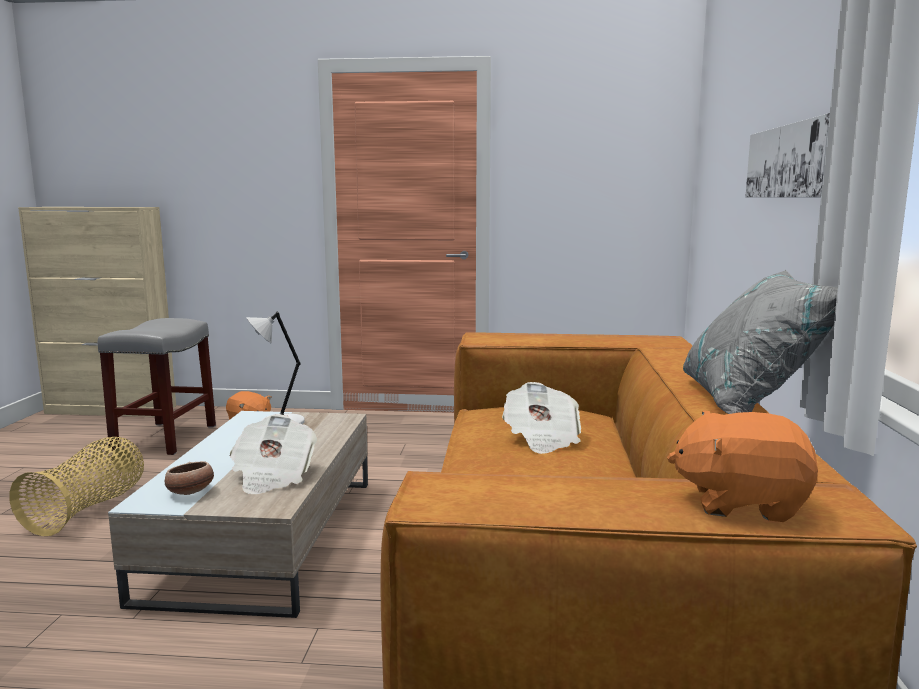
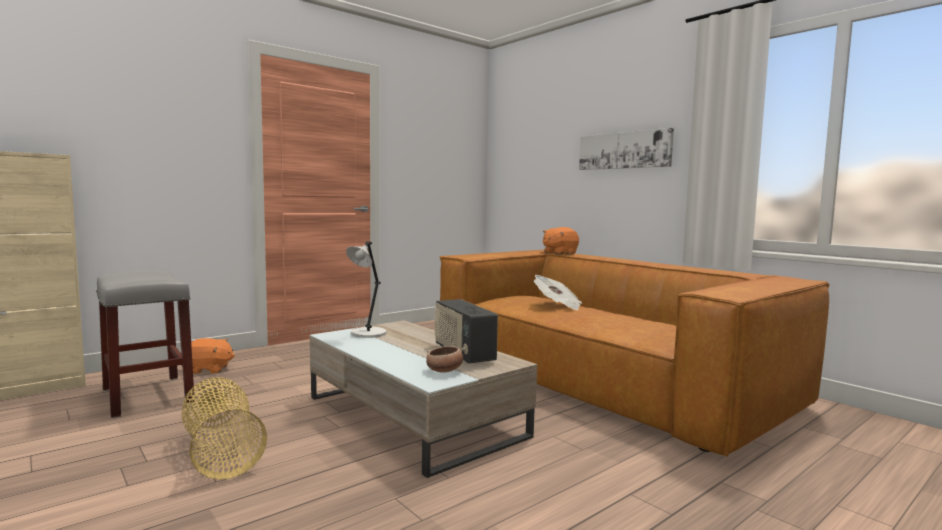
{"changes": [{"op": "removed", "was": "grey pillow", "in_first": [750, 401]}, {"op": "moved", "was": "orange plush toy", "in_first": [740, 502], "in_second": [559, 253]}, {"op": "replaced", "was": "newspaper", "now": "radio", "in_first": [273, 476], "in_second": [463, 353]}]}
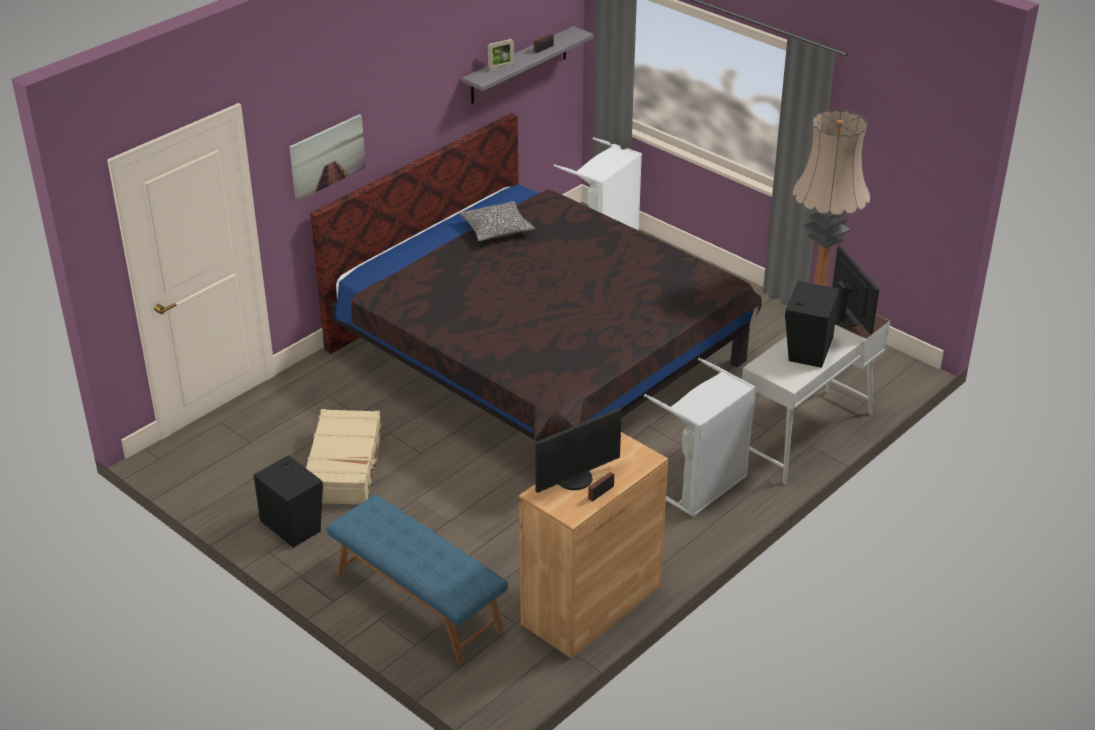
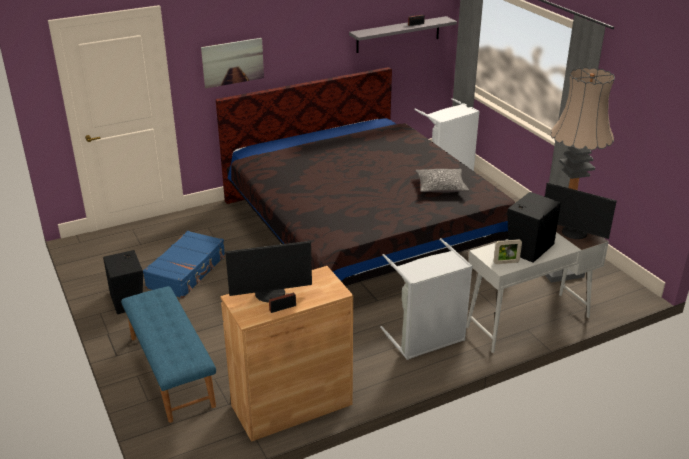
{"changes": [{"op": "moved", "was": "picture frame", "in_first": [501, 67], "in_second": [506, 262]}, {"op": "moved", "was": "pillow", "in_first": [497, 229], "in_second": [441, 187]}, {"op": "turned", "was": "monitor", "in_first": [848, 318], "in_second": [574, 233], "clockwise": 120}, {"op": "recoloured", "was": "beige suitcase", "now": "blue suitcase", "in_first": [345, 467], "in_second": [187, 272]}]}
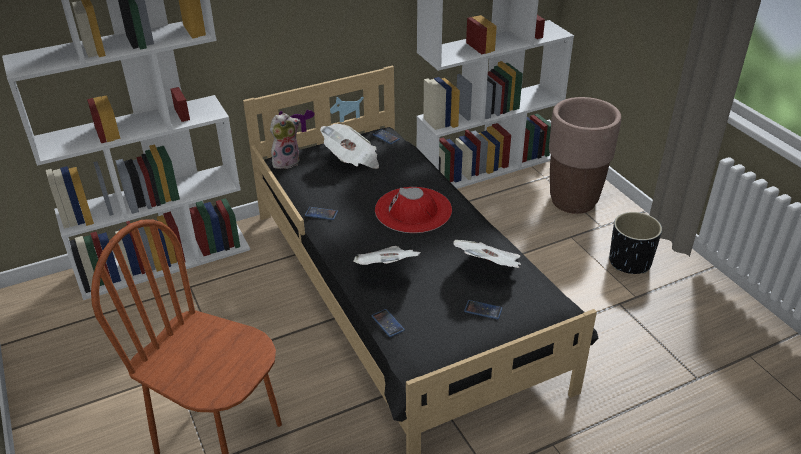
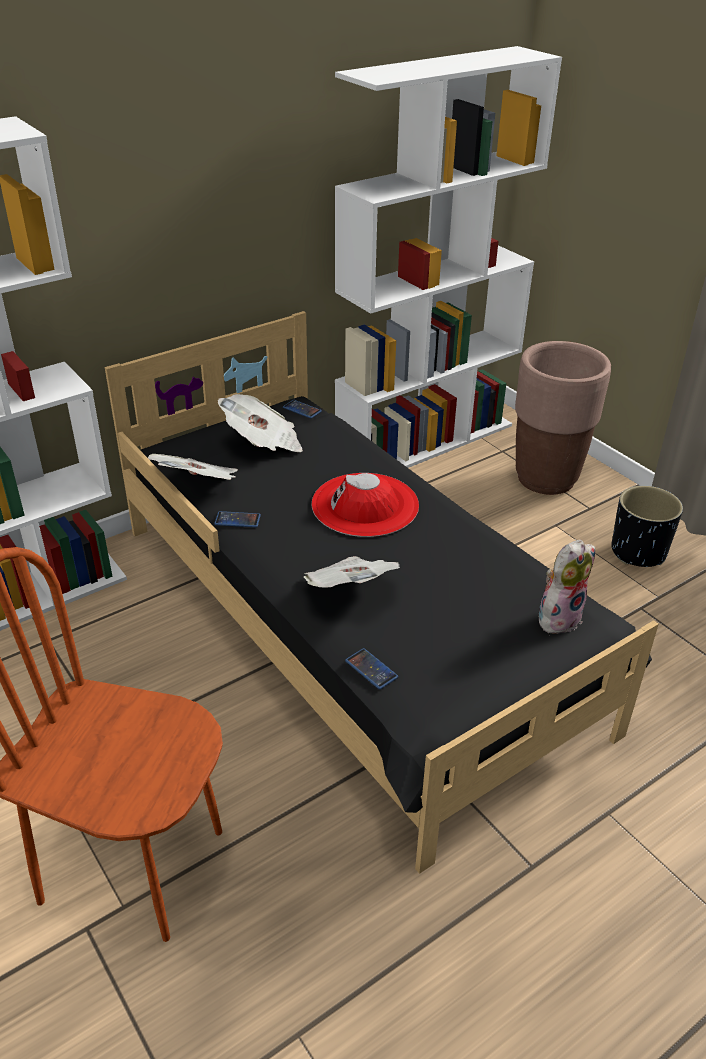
{"changes": [{"op": "moved", "was": "plush toy", "in_first": [286, 162], "in_second": [558, 617]}, {"op": "moved", "was": "newspaper", "in_first": [489, 267], "in_second": [199, 486]}, {"op": "removed", "was": "phone", "in_first": [483, 310]}]}
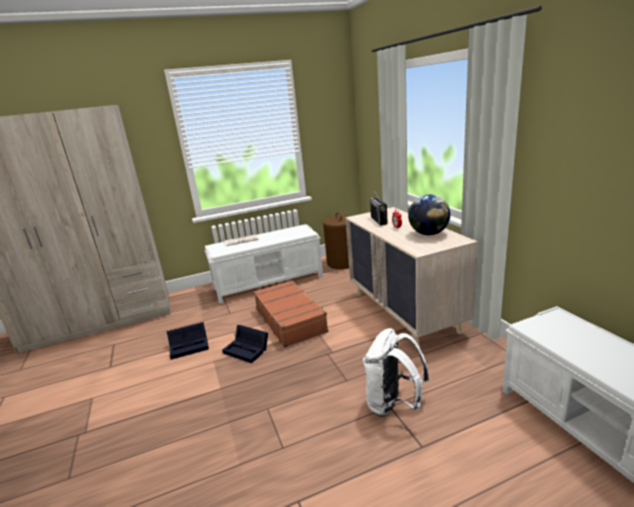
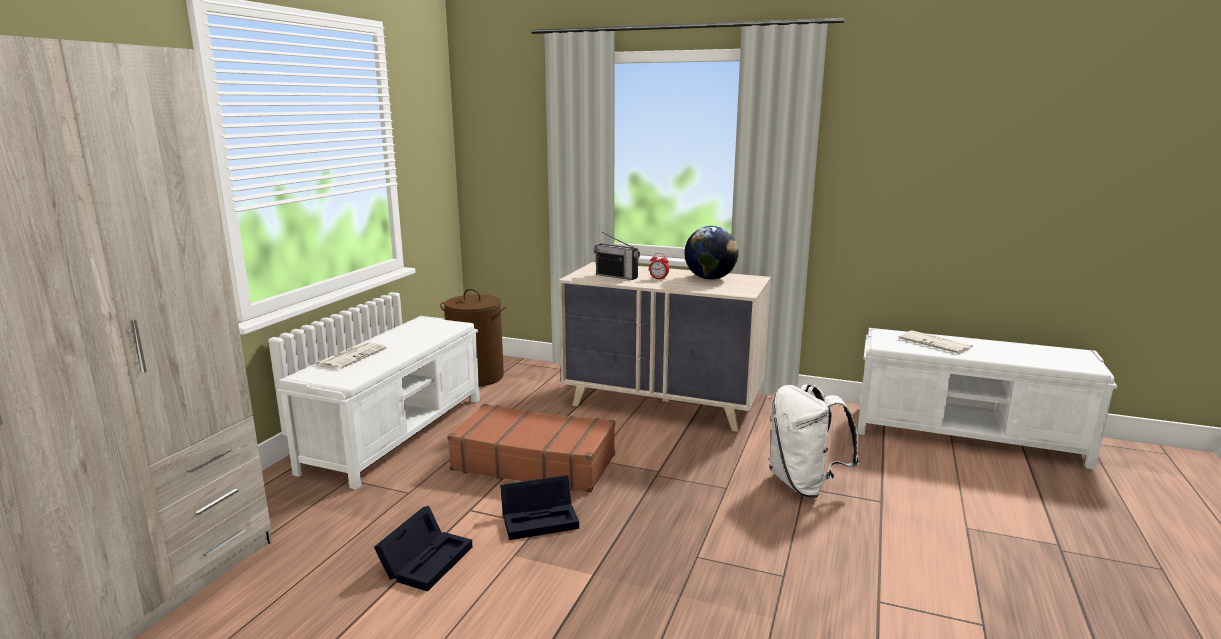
{"changes": [{"op": "added", "now": "newspaper", "in_second": [936, 343]}]}
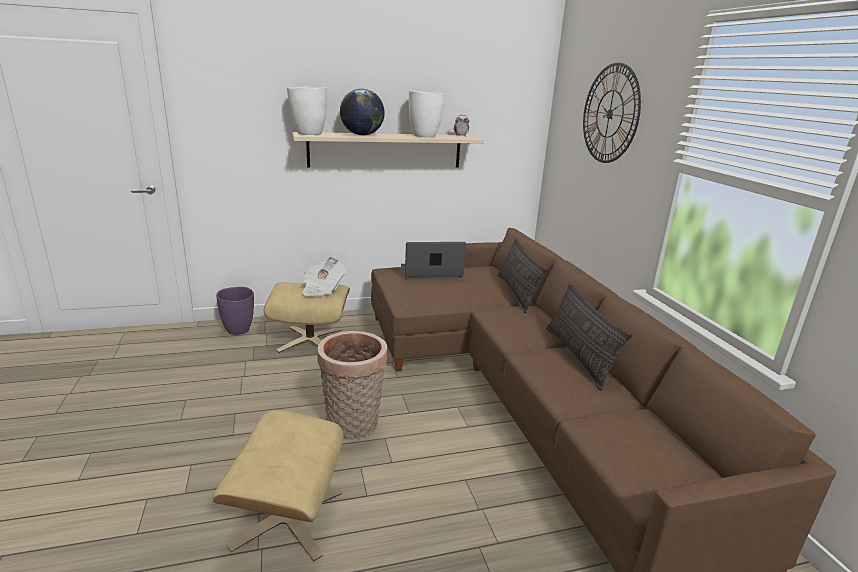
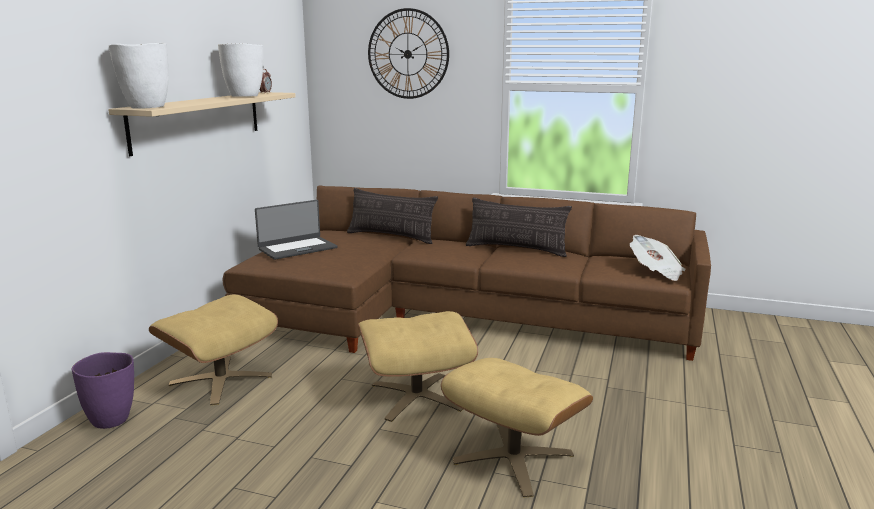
{"changes": [{"op": "removed", "was": "globe", "in_first": [362, 135]}, {"op": "turned", "was": "laptop", "in_first": [431, 272], "in_second": [297, 248], "clockwise": -150}, {"op": "moved", "was": "newspaper", "in_first": [322, 288], "in_second": [656, 272]}, {"op": "replaced", "was": "basket", "now": "beige ottoman", "in_first": [353, 426], "in_second": [416, 396]}]}
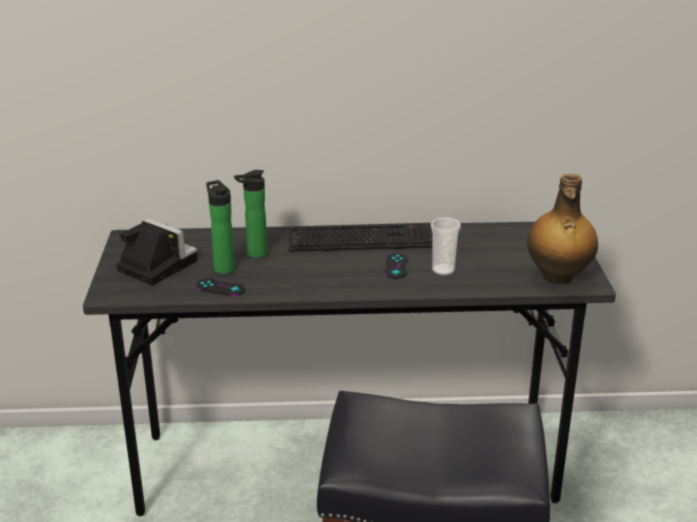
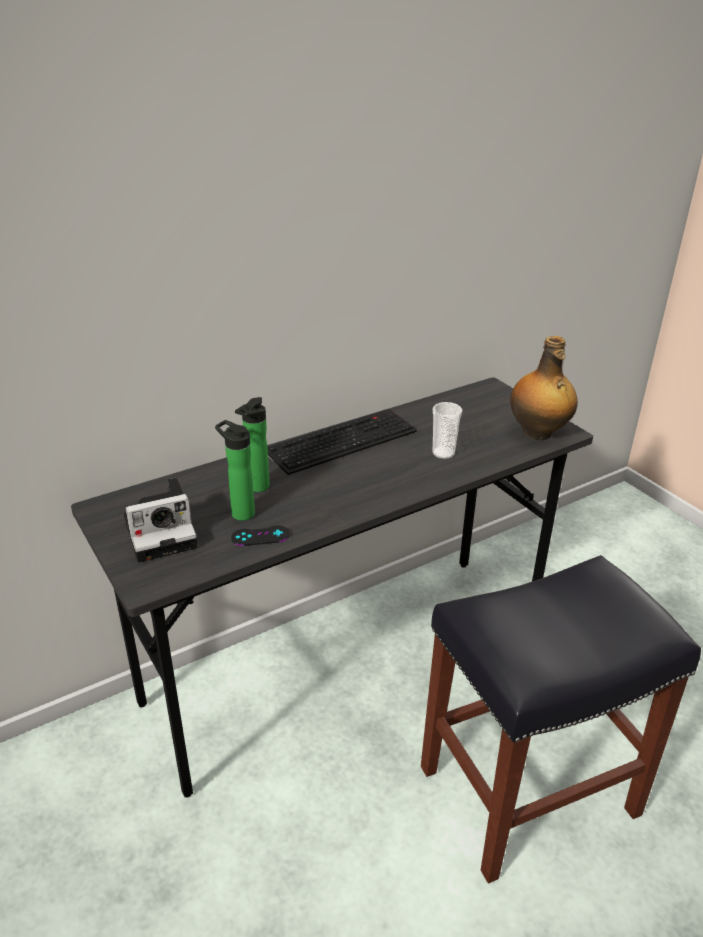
{"changes": [{"op": "turned", "was": "photo camera", "in_first": [154, 265], "in_second": [163, 532], "clockwise": 150}, {"op": "removed", "was": "black game controller", "in_first": [396, 266]}]}
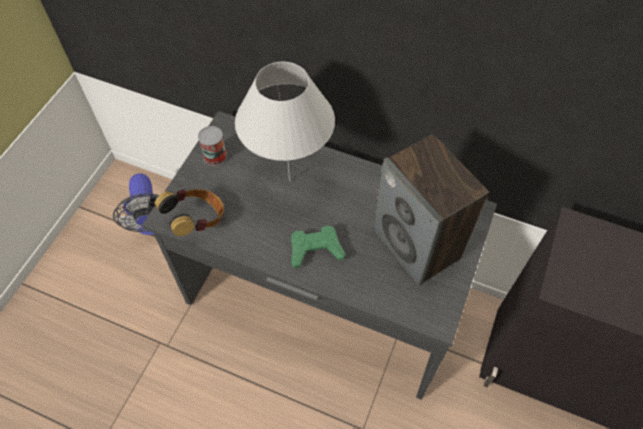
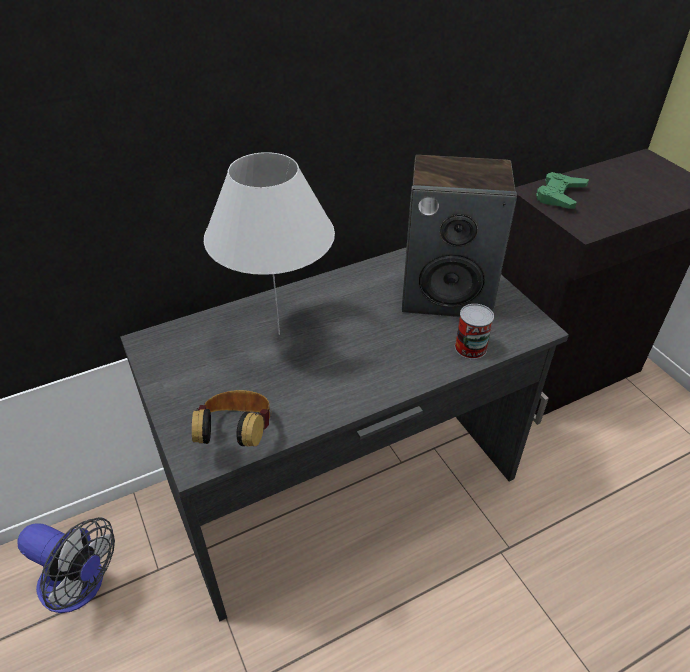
{"changes": [{"op": "moved", "was": "can", "in_first": [215, 156], "in_second": [470, 348]}, {"op": "moved", "was": "green game controller", "in_first": [315, 249], "in_second": [559, 195]}]}
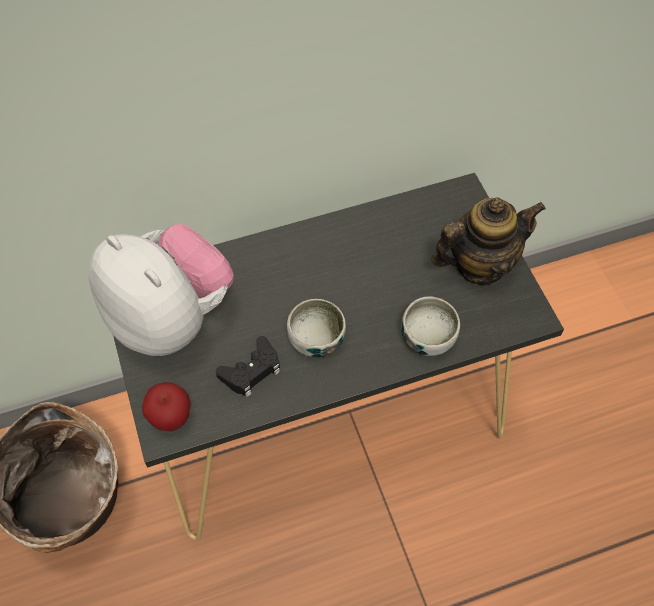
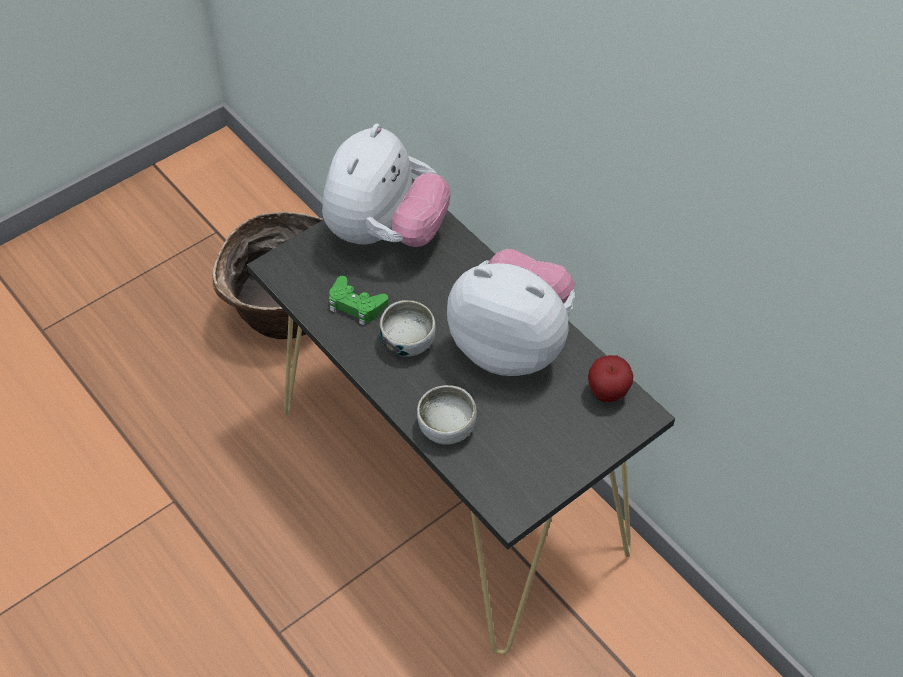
{"changes": [{"op": "removed", "was": "teapot", "in_first": [479, 264]}, {"op": "recoloured", "was": "black game controller", "now": "green game controller", "in_first": [251, 371], "in_second": [356, 305]}, {"op": "moved", "was": "apple", "in_first": [171, 418], "in_second": [607, 393]}, {"op": "added", "now": "plush toy", "in_second": [512, 344]}]}
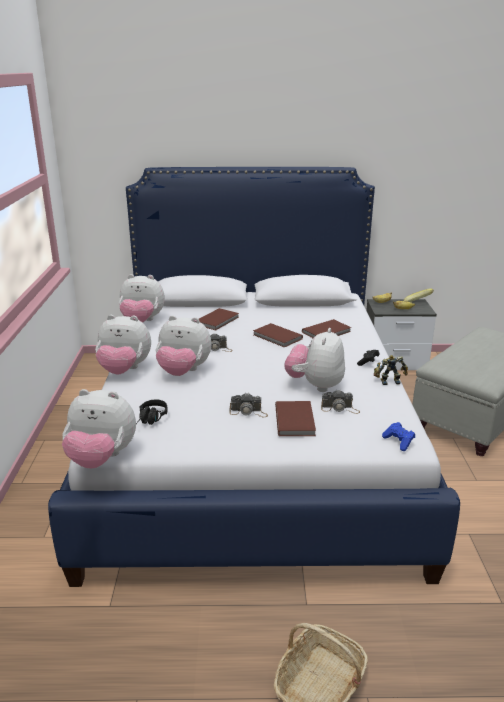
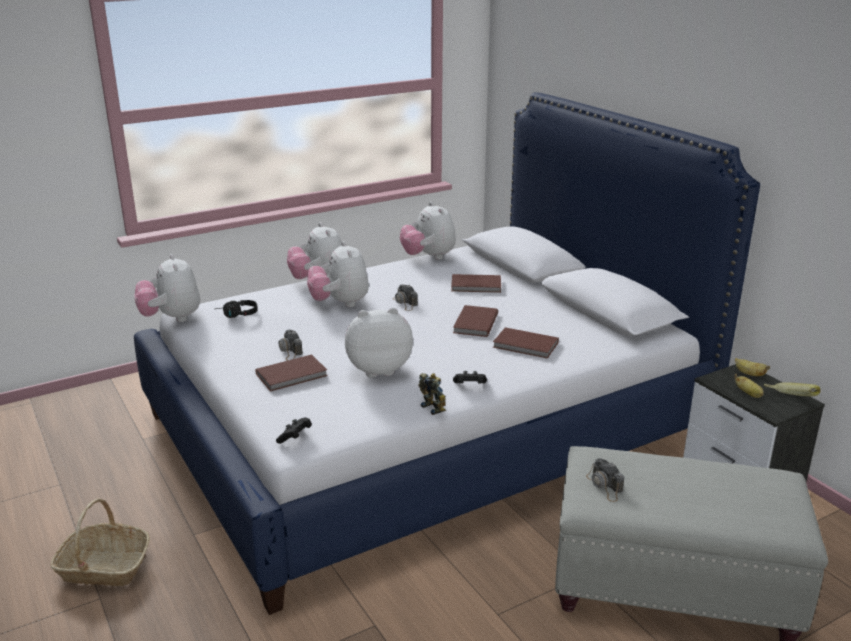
{"changes": [{"op": "moved", "was": "photo camera", "in_first": [340, 408], "in_second": [605, 486]}, {"op": "recoloured", "was": "blue game controller", "now": "black game controller", "in_first": [399, 442], "in_second": [295, 437]}]}
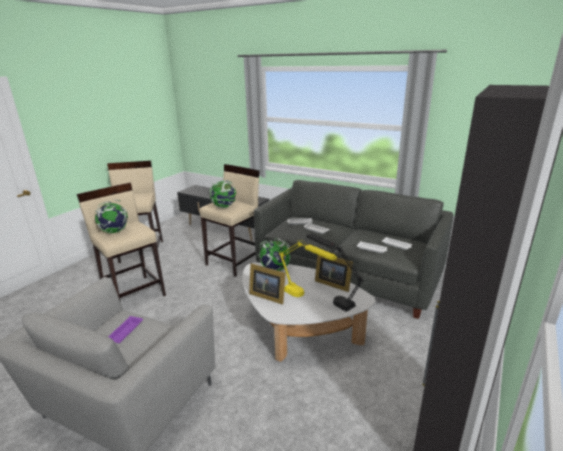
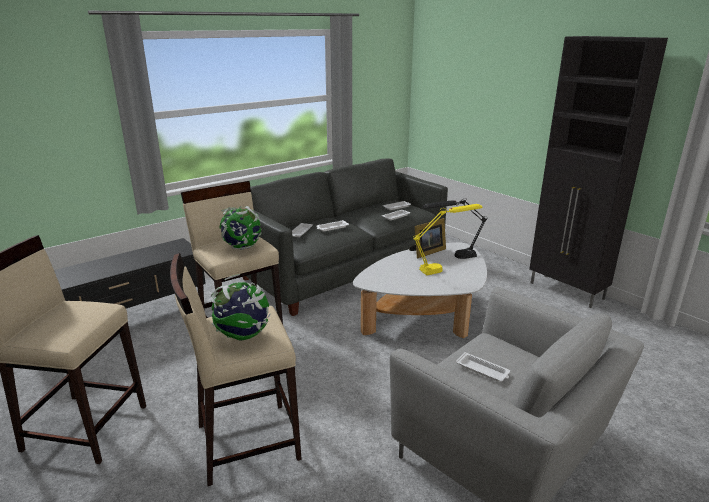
{"changes": [{"op": "removed", "was": "globe", "in_first": [275, 269]}, {"op": "removed", "was": "picture frame", "in_first": [267, 295]}, {"op": "recoloured", "was": "purple tray", "now": "white tray", "in_first": [125, 332], "in_second": [483, 370]}]}
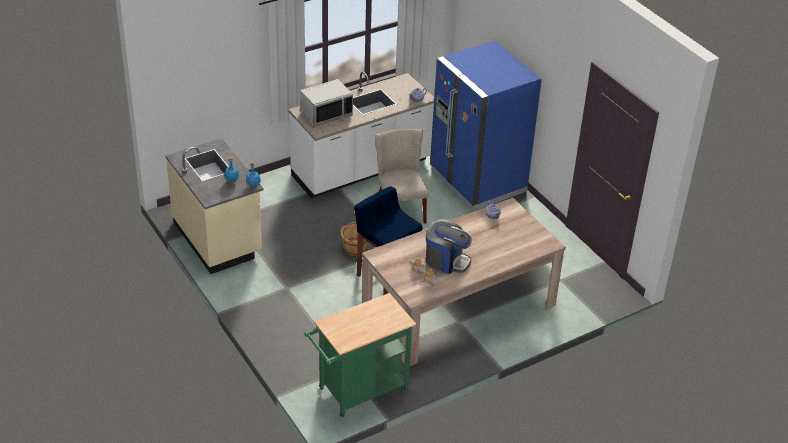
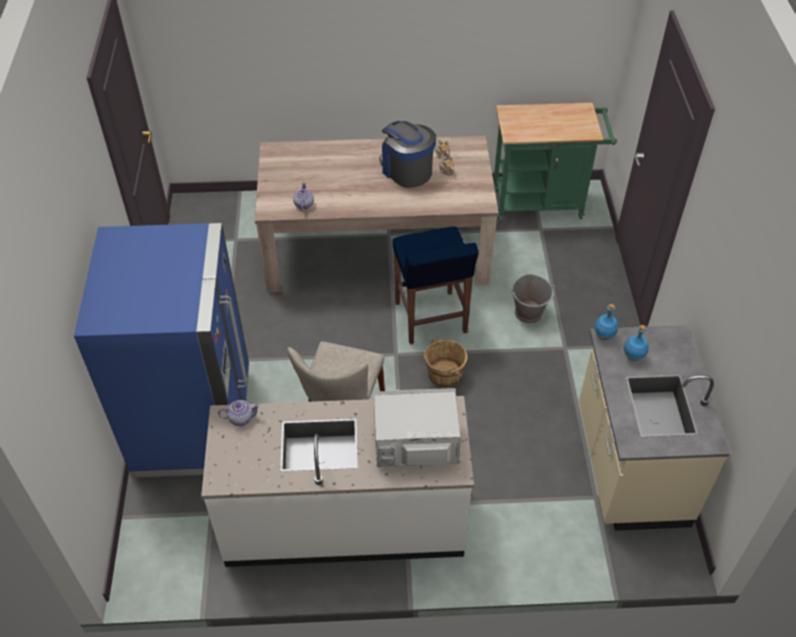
{"changes": [{"op": "added", "now": "grey bucket", "in_second": [529, 313]}]}
